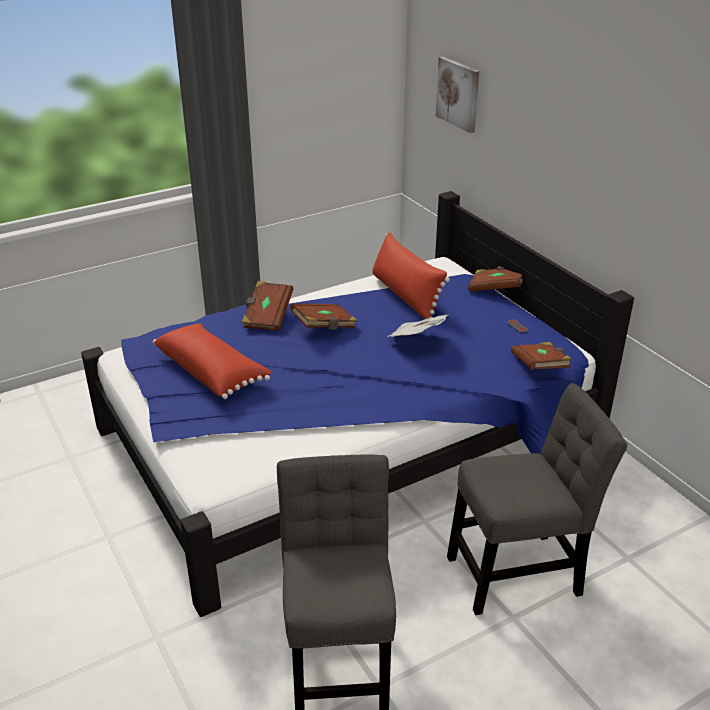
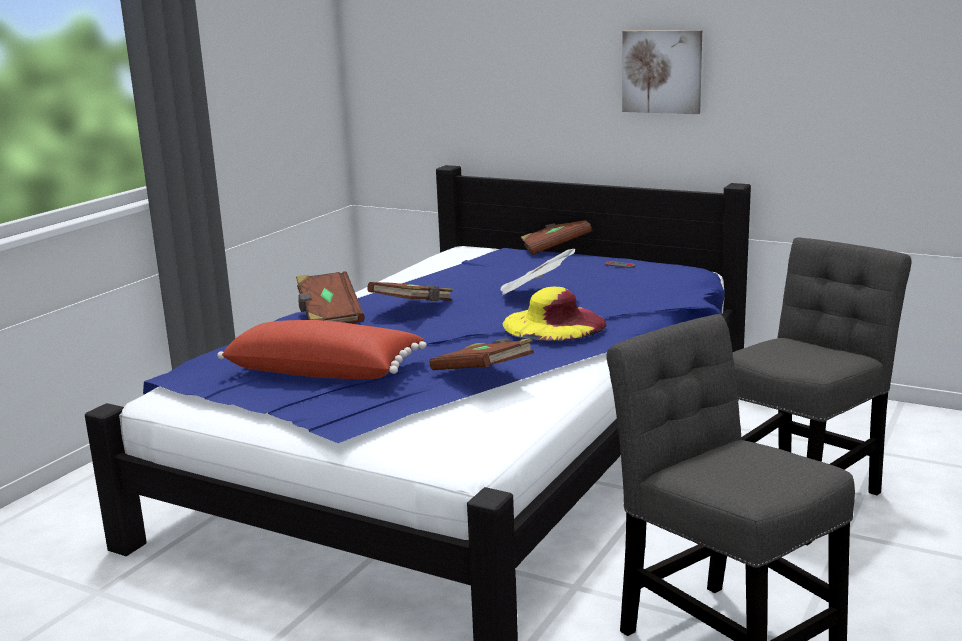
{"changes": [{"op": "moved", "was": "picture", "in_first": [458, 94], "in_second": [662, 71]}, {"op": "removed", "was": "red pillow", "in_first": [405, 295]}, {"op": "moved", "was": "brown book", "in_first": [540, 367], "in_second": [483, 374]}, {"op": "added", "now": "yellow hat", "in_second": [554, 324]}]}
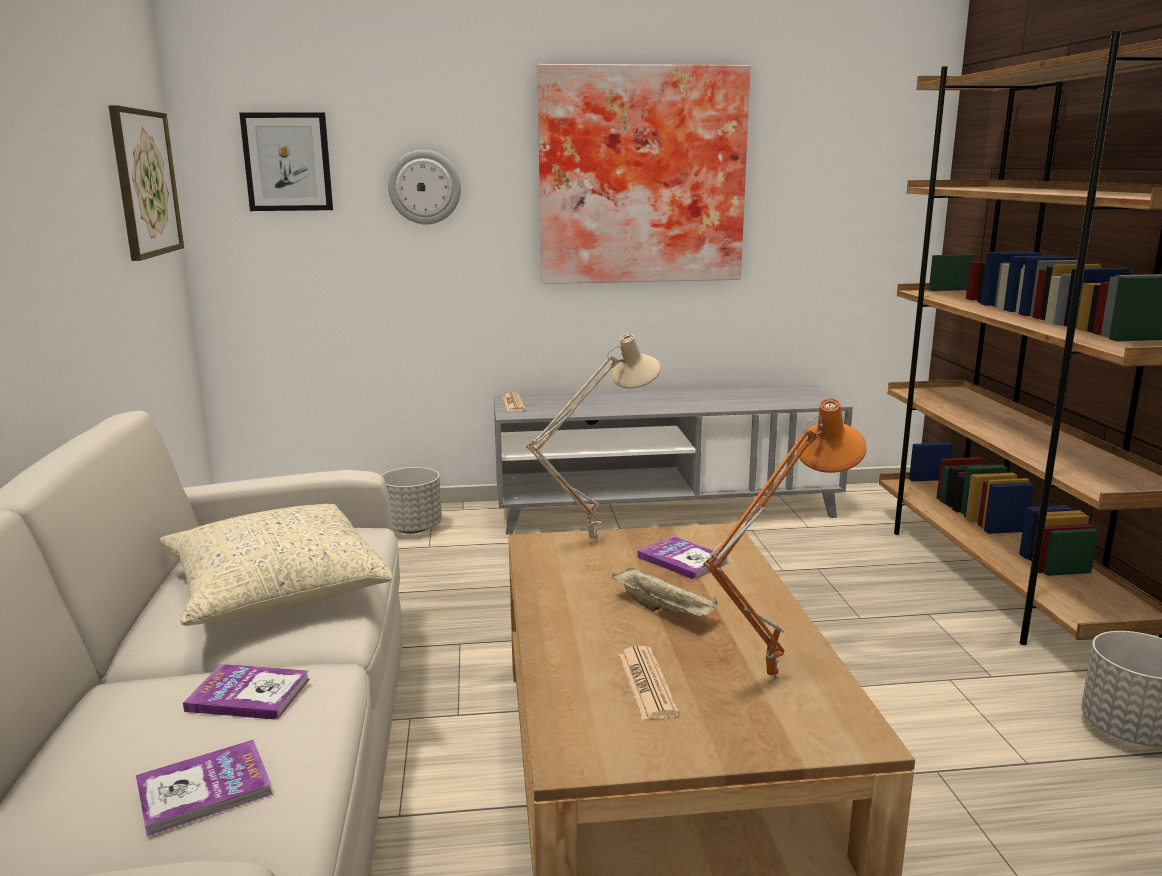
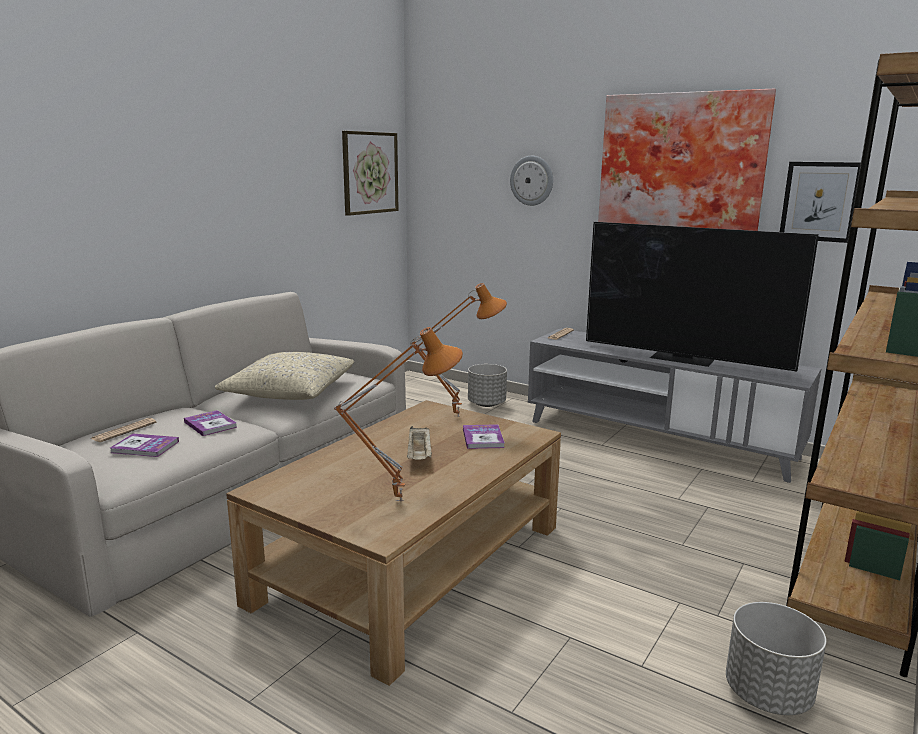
{"changes": [{"op": "moved", "was": "picture", "in_first": [287, 162], "in_second": [820, 201]}, {"op": "recoloured", "was": "beige table lamp", "now": "orange table lamp", "in_first": [592, 541], "in_second": [457, 415]}, {"op": "moved", "was": "newspaper", "in_first": [646, 684], "in_second": [124, 431]}, {"op": "added", "now": "television", "in_second": [683, 358]}]}
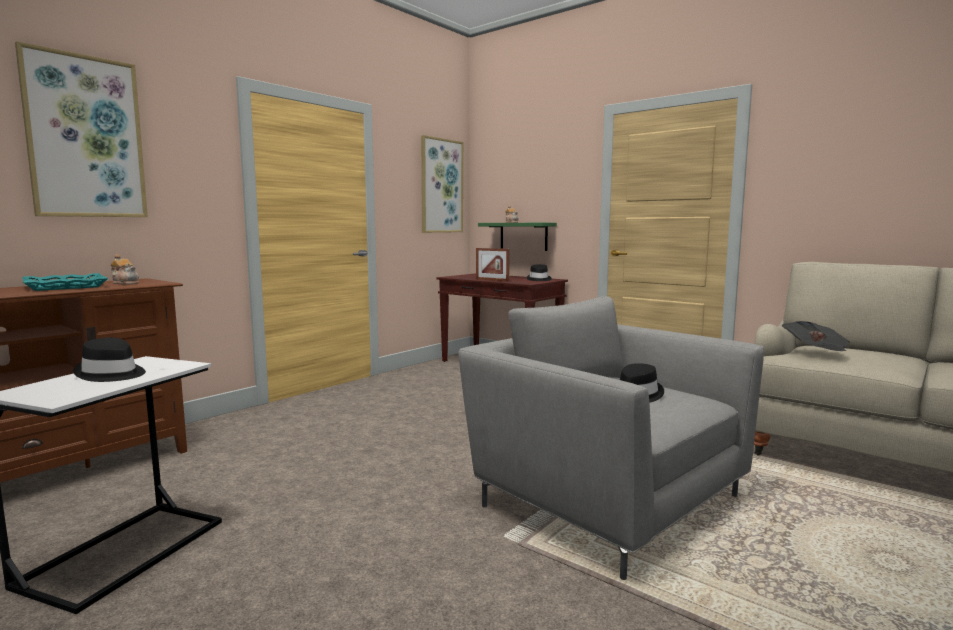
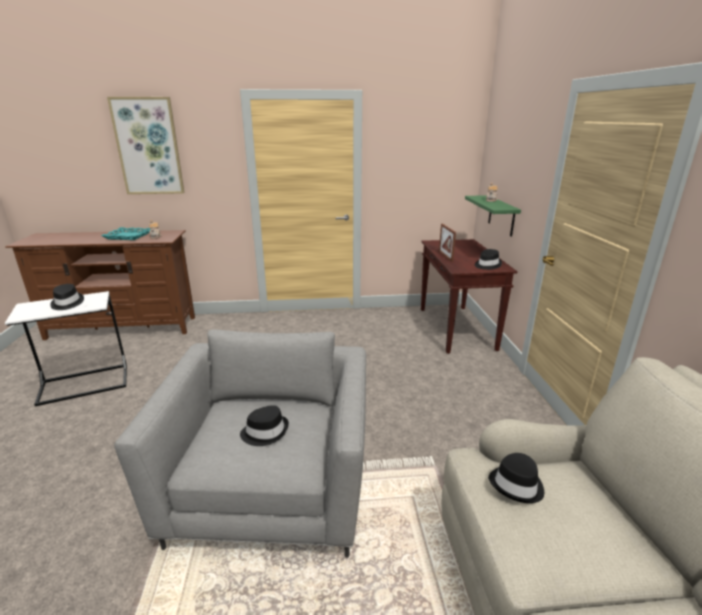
{"changes": [{"op": "removed", "was": "picture", "in_first": [441, 186]}, {"op": "replaced", "was": "newspaper", "now": "black hat", "in_first": [816, 353], "in_second": [517, 485]}]}
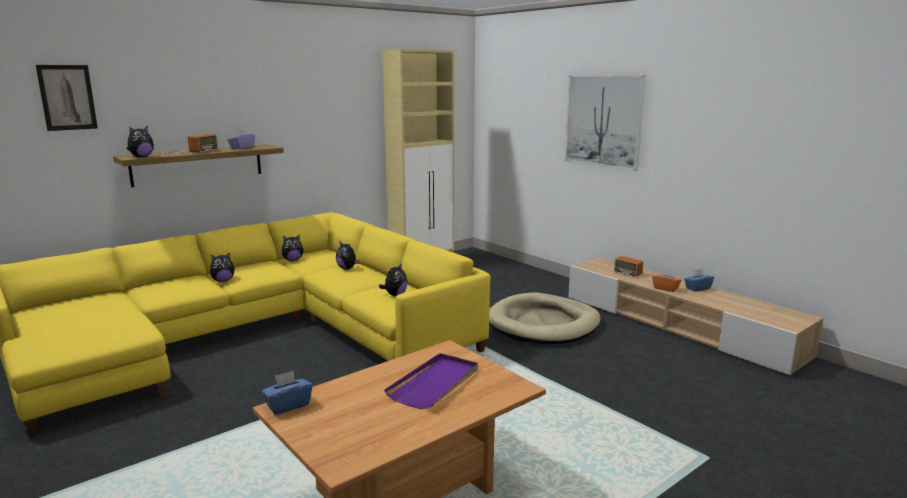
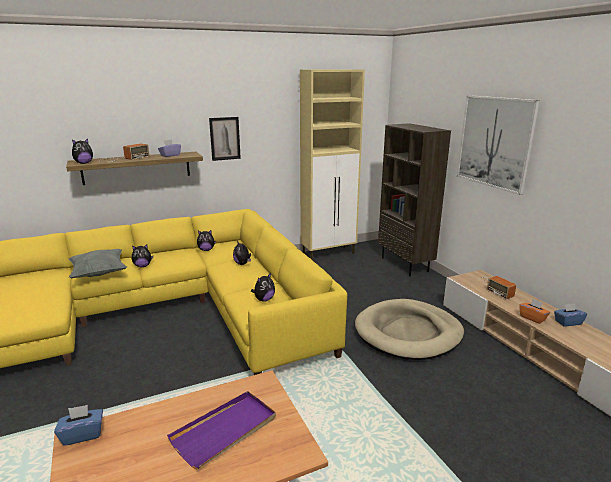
{"changes": [{"op": "moved", "was": "picture", "in_first": [67, 97], "in_second": [225, 138]}, {"op": "added", "now": "brown bookcase", "in_second": [405, 264]}, {"op": "added", "now": "grey pillow", "in_second": [99, 273]}]}
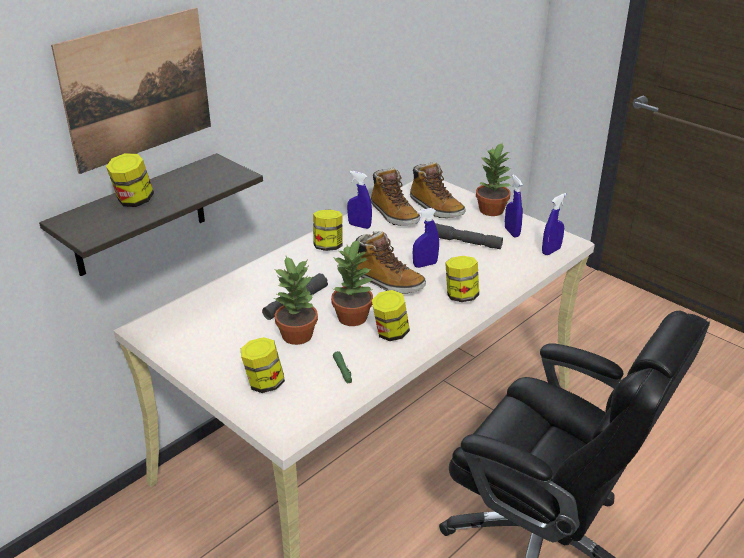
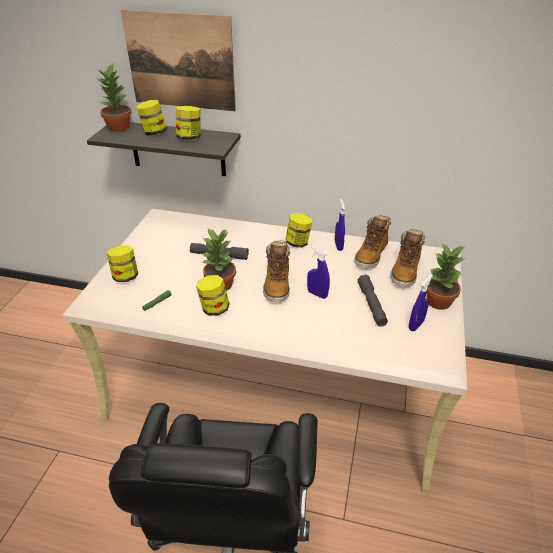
{"changes": [{"op": "removed", "was": "blue spray bottle", "in_first": [551, 251]}, {"op": "moved", "was": "potted plant", "in_first": [297, 335], "in_second": [119, 127]}, {"op": "moved", "was": "jar", "in_first": [461, 296], "in_second": [190, 138]}]}
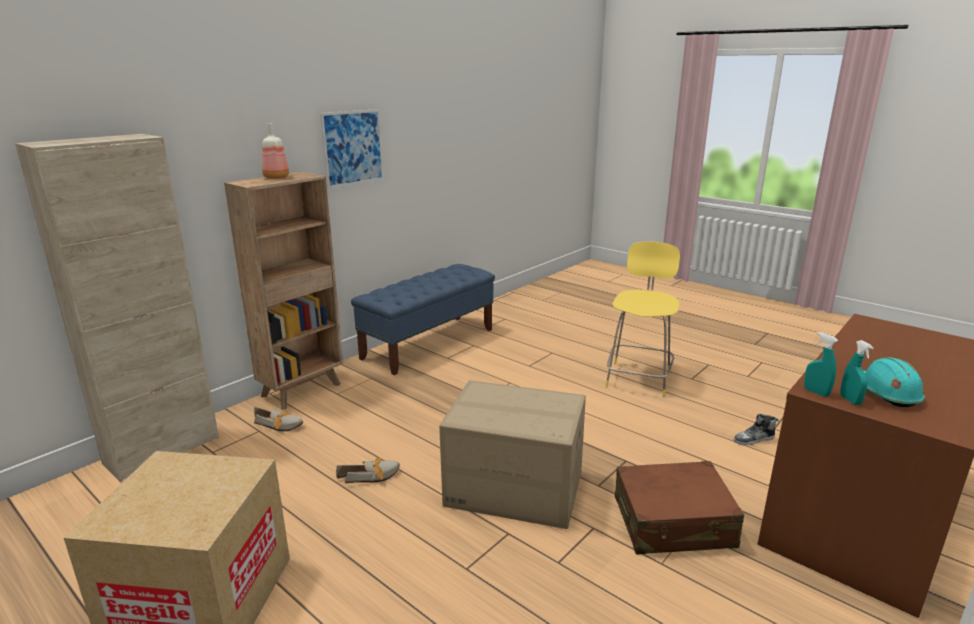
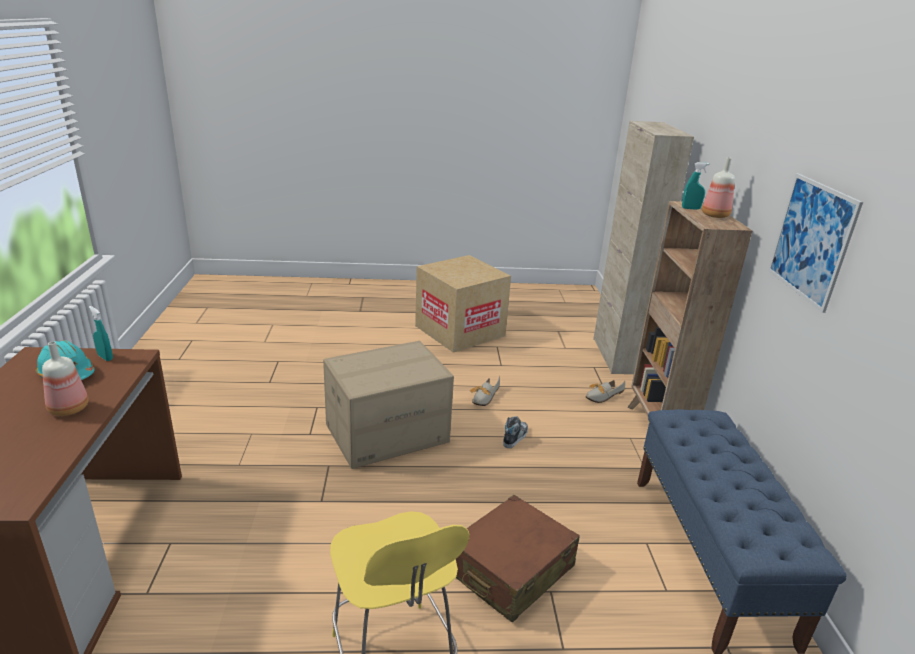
{"changes": [{"op": "moved", "was": "turquoise spray bottle", "in_first": [816, 392], "in_second": [691, 208]}, {"op": "moved", "was": "shoe", "in_first": [754, 439], "in_second": [515, 437]}, {"op": "moved", "was": "brown suitcase", "in_first": [673, 523], "in_second": [510, 570]}, {"op": "added", "now": "bottle", "in_second": [67, 409]}]}
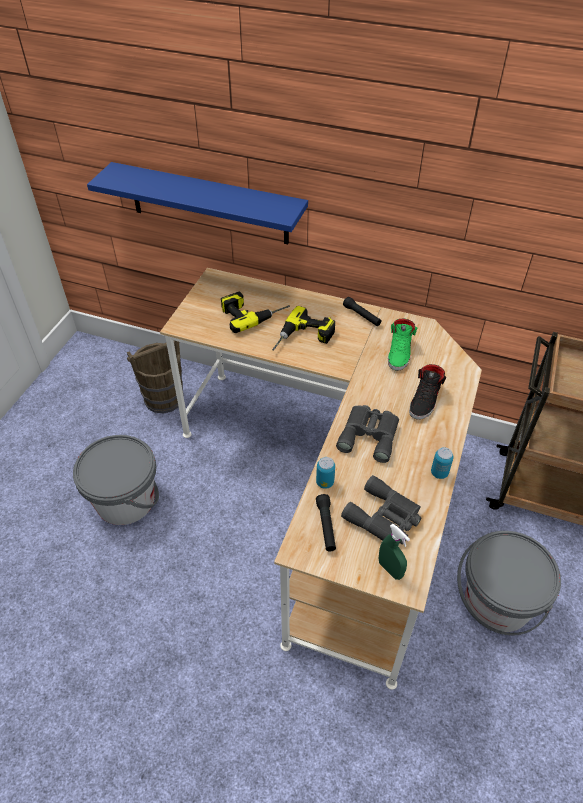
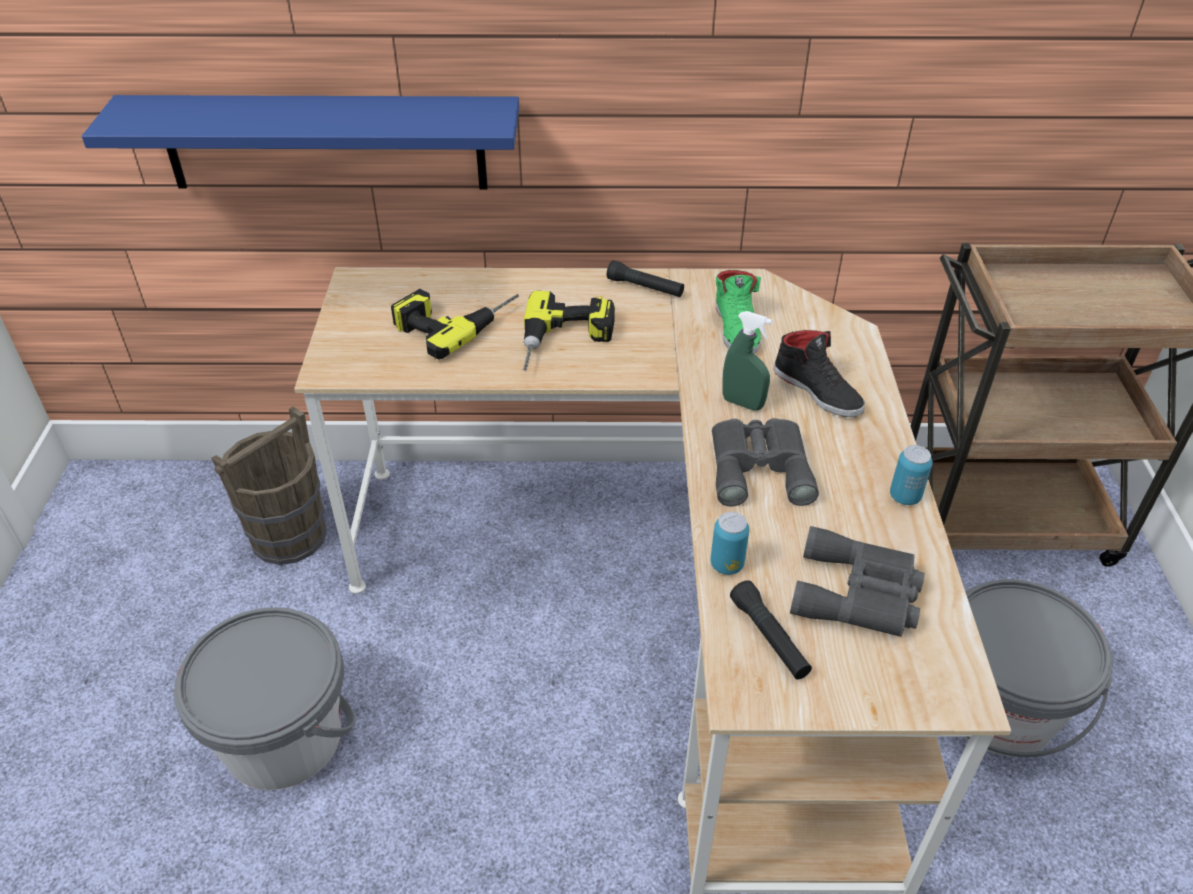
{"changes": [{"op": "turned", "was": "black shoe", "in_first": [425, 400], "in_second": [818, 390], "clockwise": -45}, {"op": "moved", "was": "green spray bottle", "in_first": [390, 569], "in_second": [742, 403]}]}
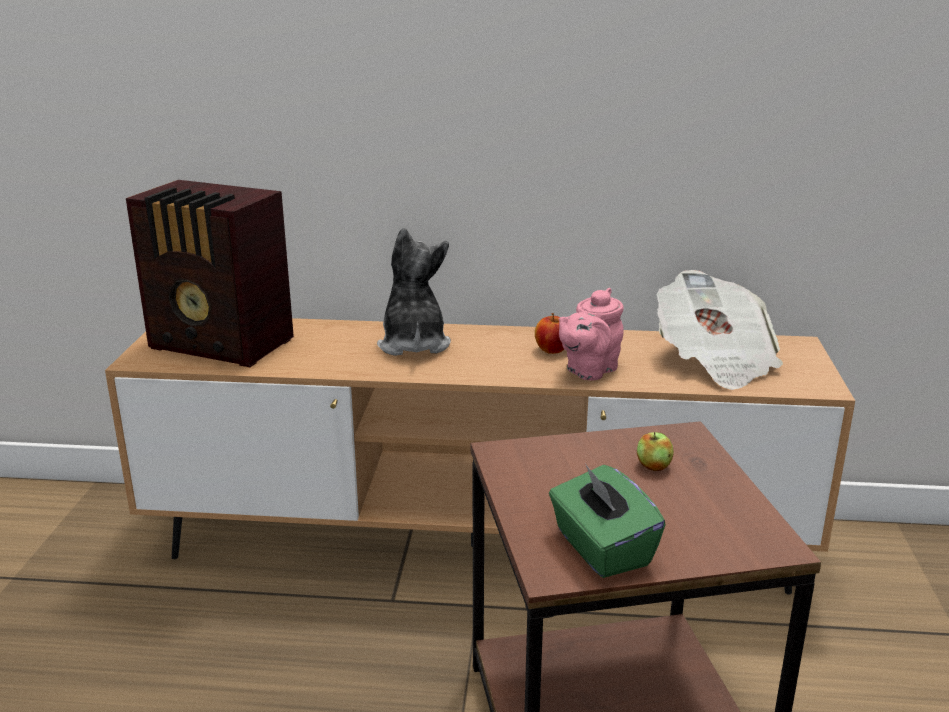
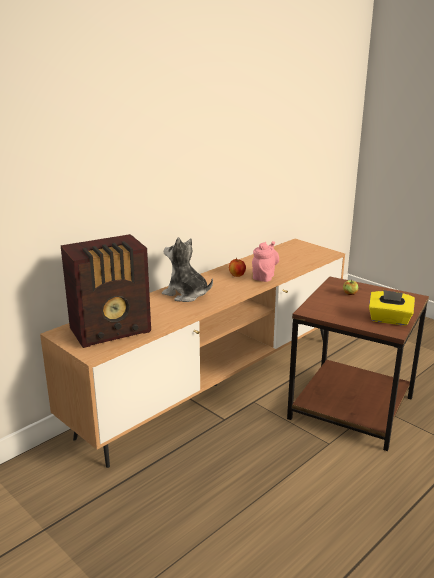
{"changes": [{"op": "removed", "was": "newspaper", "in_first": [715, 361]}, {"op": "turned", "was": "pink teapot", "in_first": [588, 370], "in_second": [264, 276], "clockwise": -150}, {"op": "recoloured", "was": "green tissue box", "now": "yellow tissue box", "in_first": [601, 548], "in_second": [389, 319]}]}
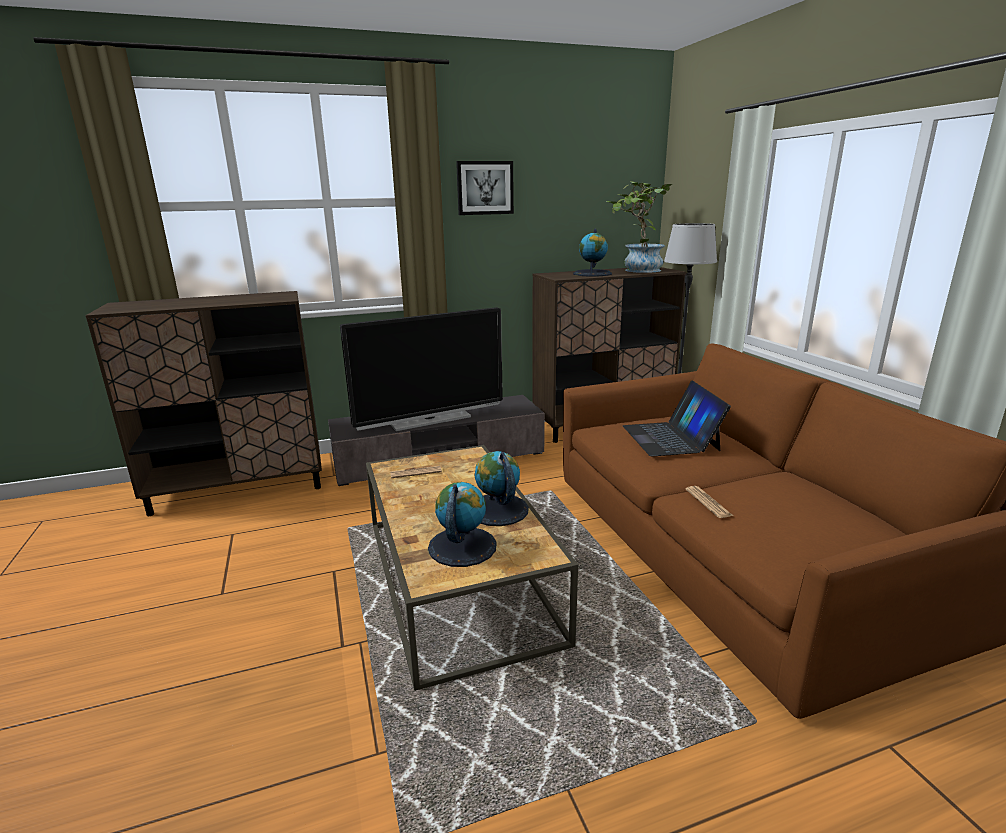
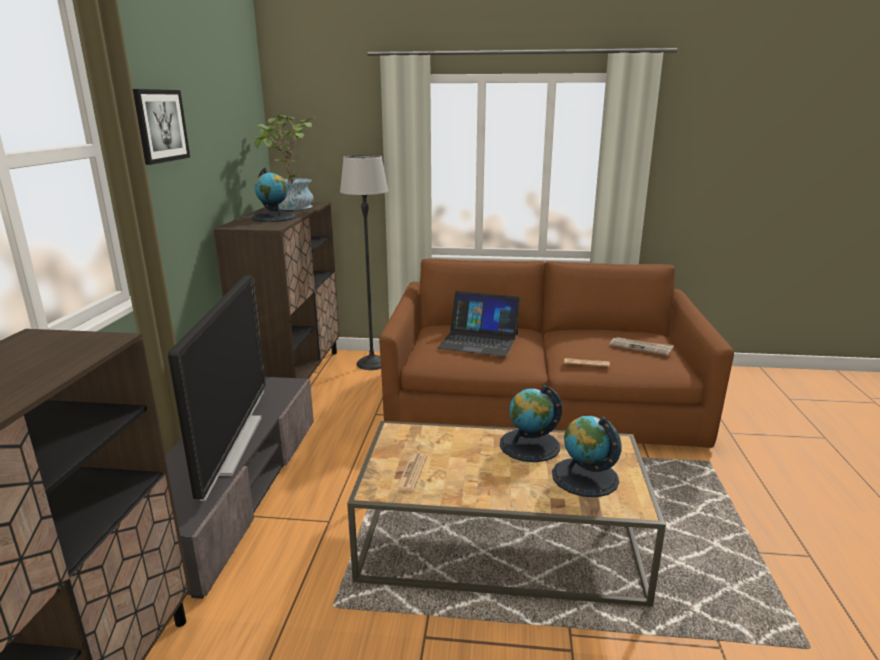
{"changes": [{"op": "added", "now": "newspaper", "in_second": [641, 347]}]}
